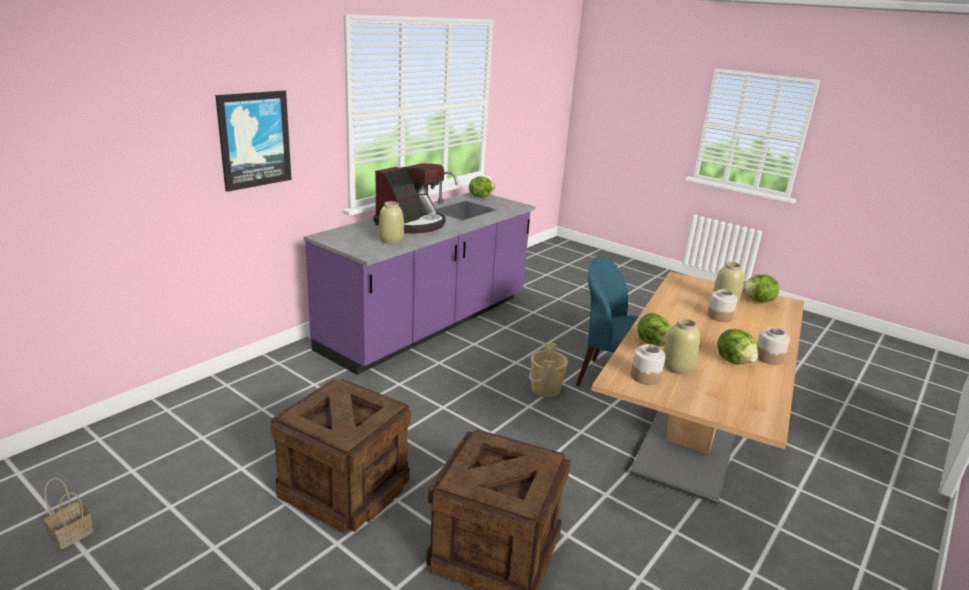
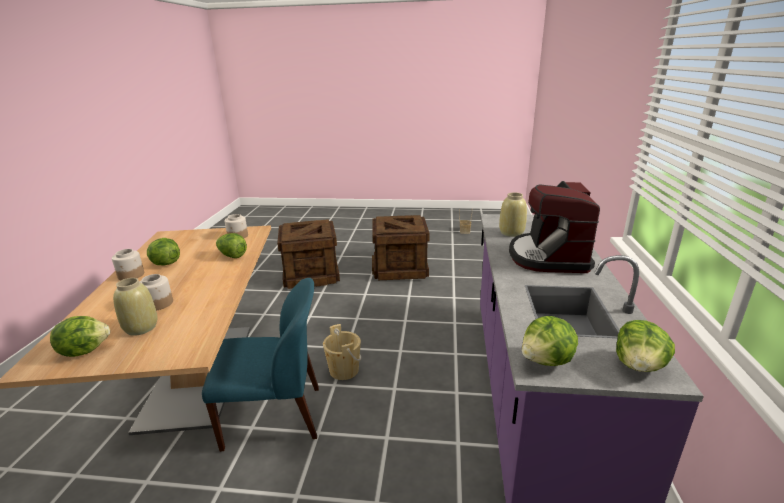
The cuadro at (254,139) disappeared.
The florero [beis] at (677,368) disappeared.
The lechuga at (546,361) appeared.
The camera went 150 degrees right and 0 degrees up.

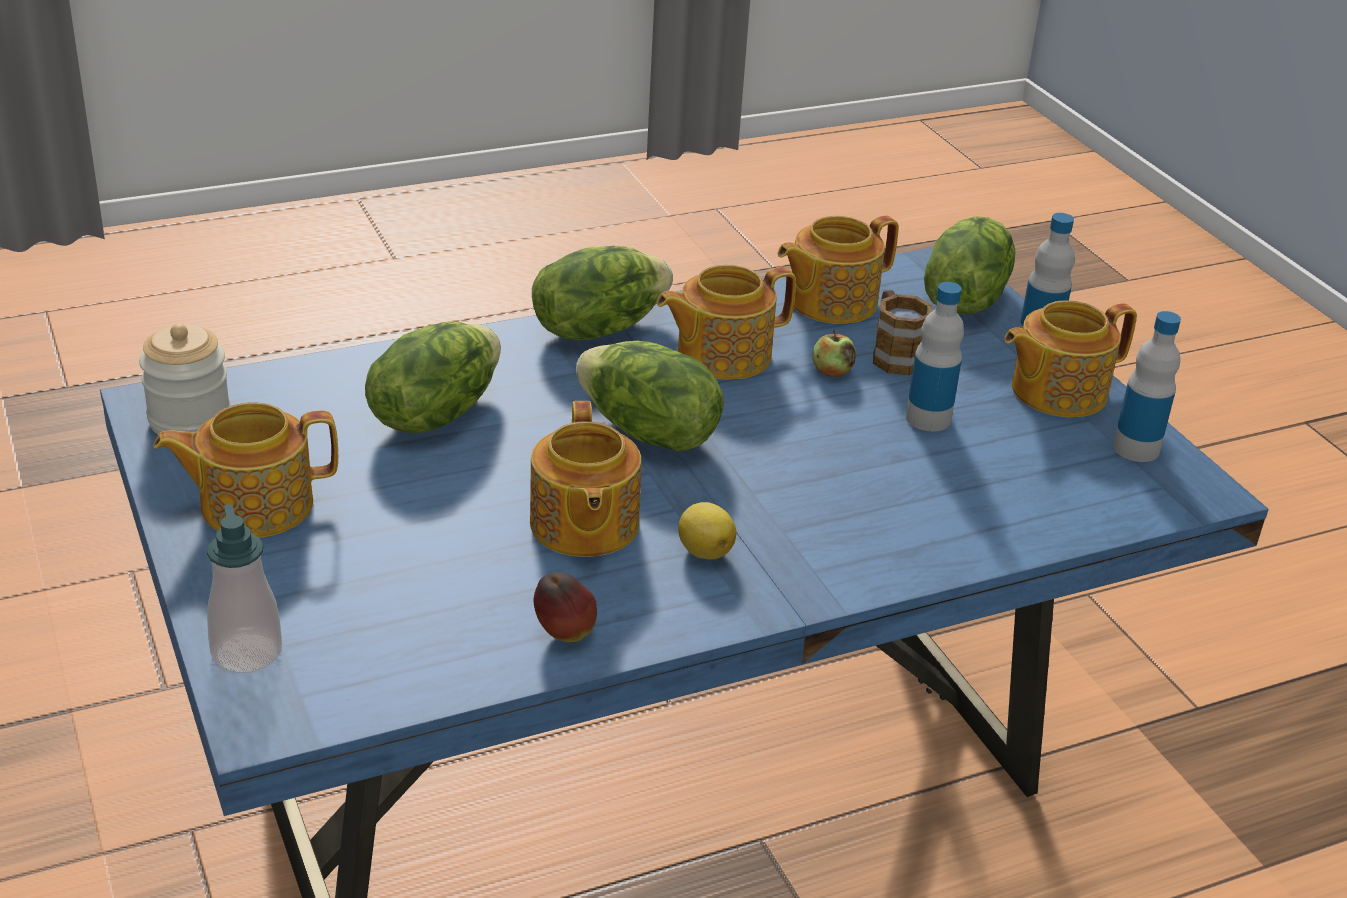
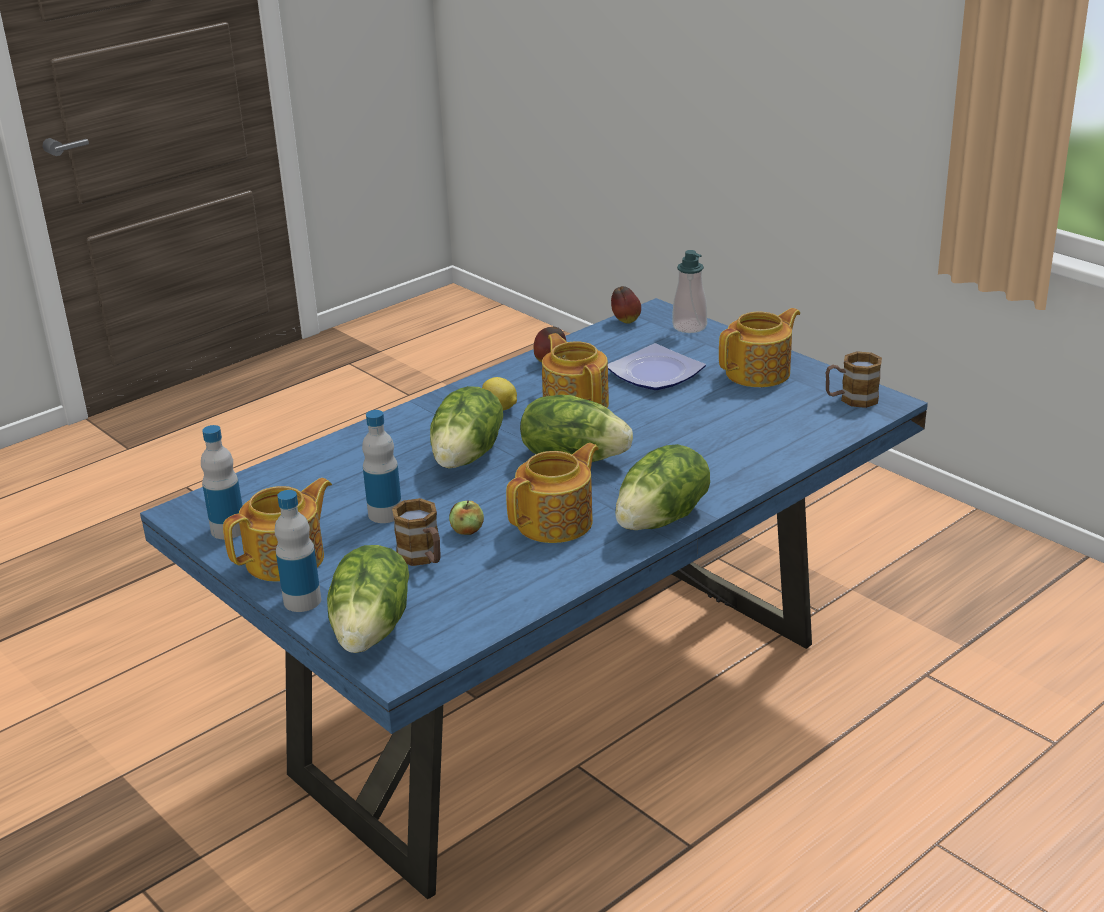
The tetera at (830,301) disappeared.
The lechuga moved from (434,413) to (468,456).
The tarro at (190,420) was replaced by the taza grande at (851,399).
The manzana at (625,321) appeared.
The plato at (655,373) appeared.
The camera went 165 degrees right and 5 degrees down.

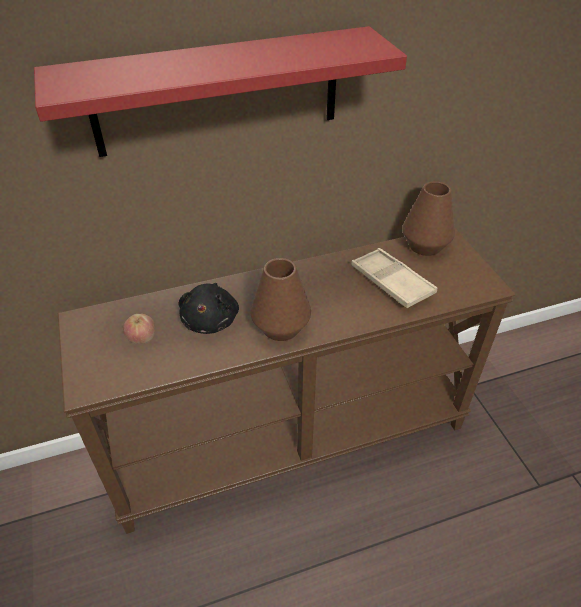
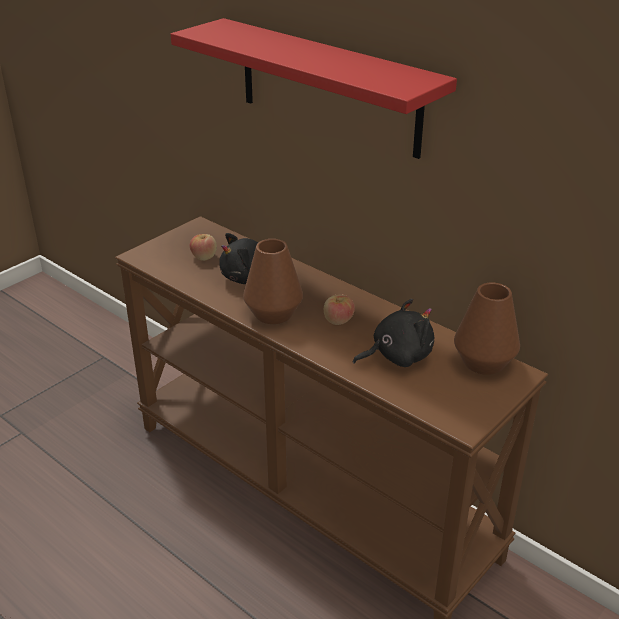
The bandeja [beis] at (391,282) was replaced by the peluche [negro] at (397,356).
The manzana at (338,321) appeared.
The camera went 60 degrees right and 10 degrees down.

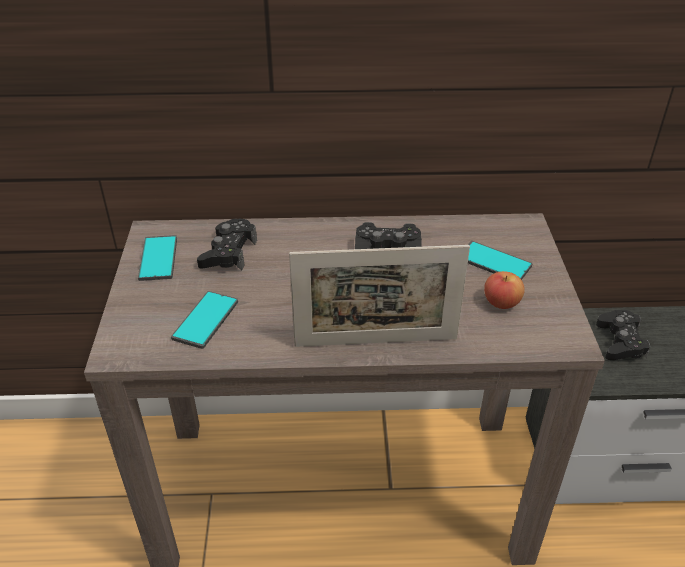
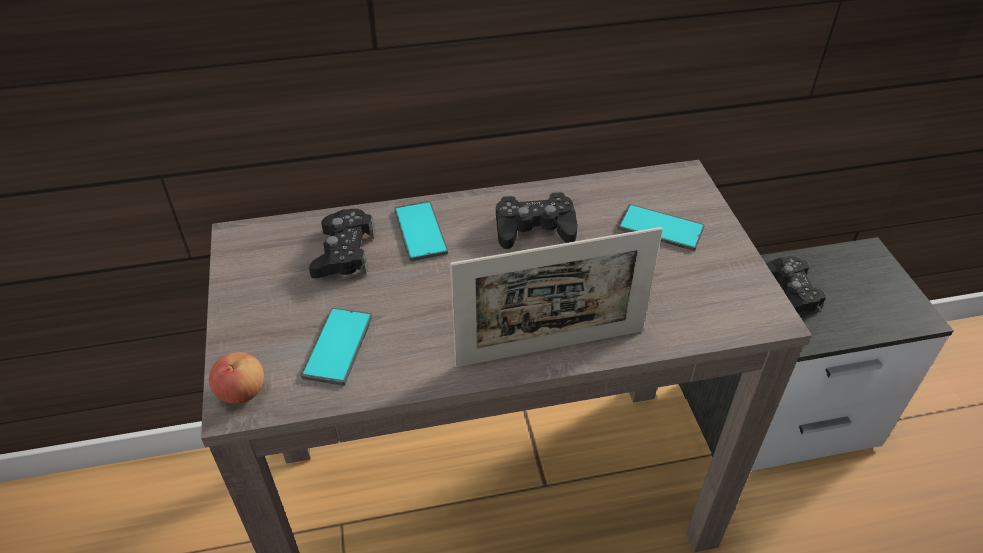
The móvil moved from (158,258) to (420,231).
The manzana moved from (501,302) to (241,392).
The camera went 10 degrees left and 5 degrees up.

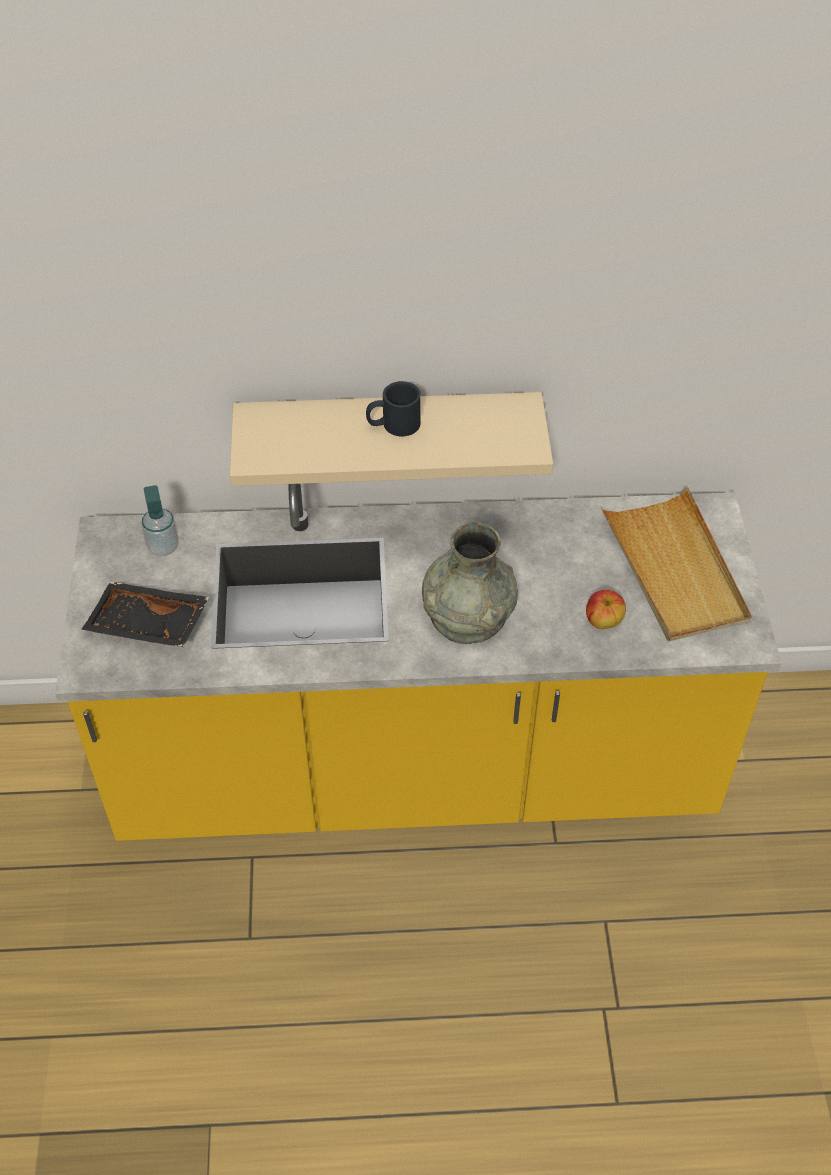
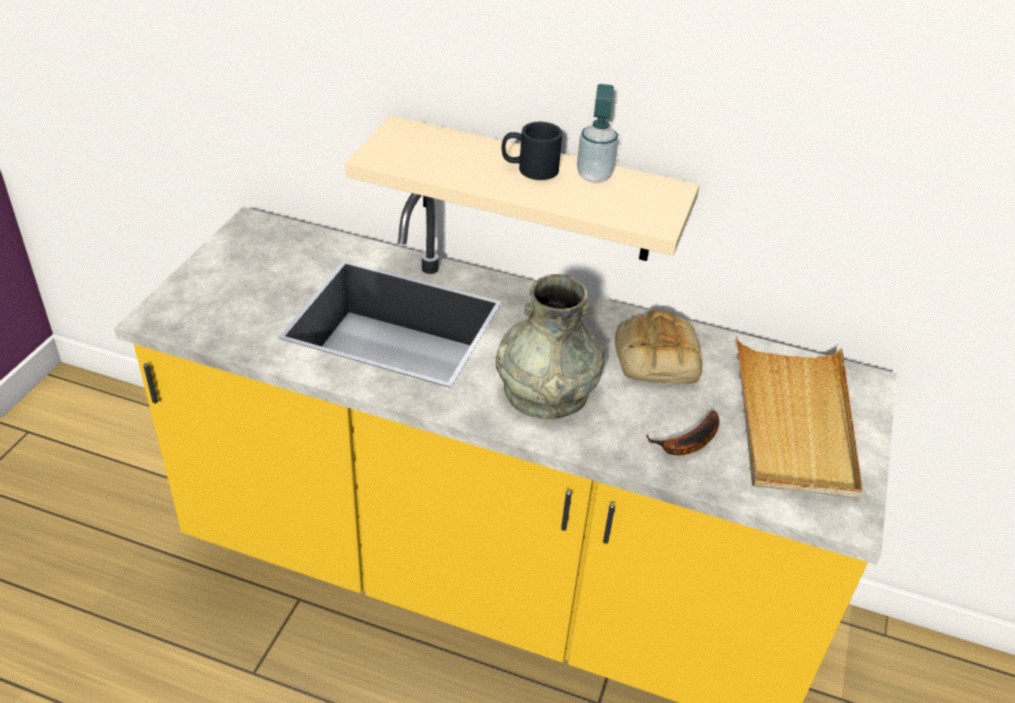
The dispensador de jabón moved from (163,547) to (594,175).
The bandeja [negro] at (147,626) disappeared.
The manzana at (603,621) was replaced by the plátano at (688,443).
The pan at (655,355) appeared.
The camera went 20 degrees right and 10 degrees down.

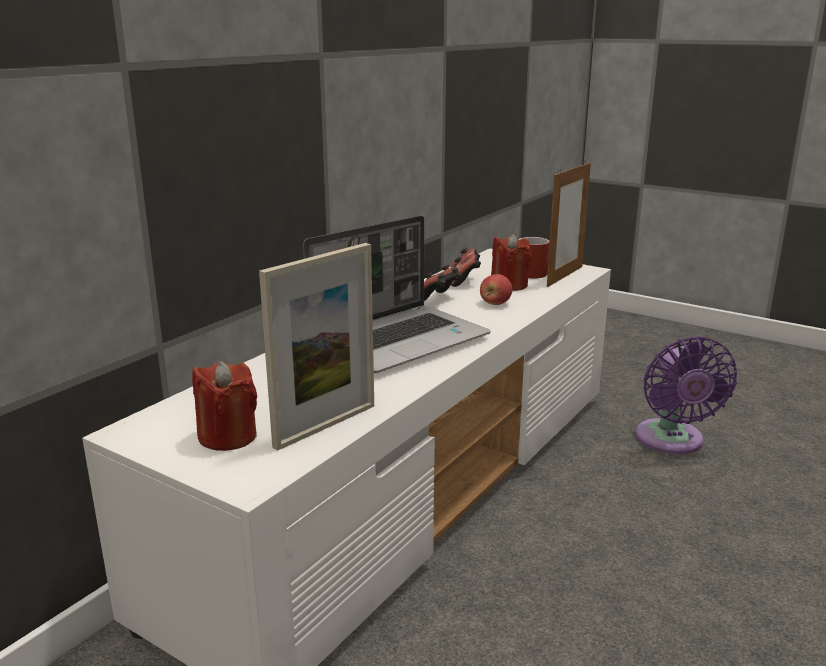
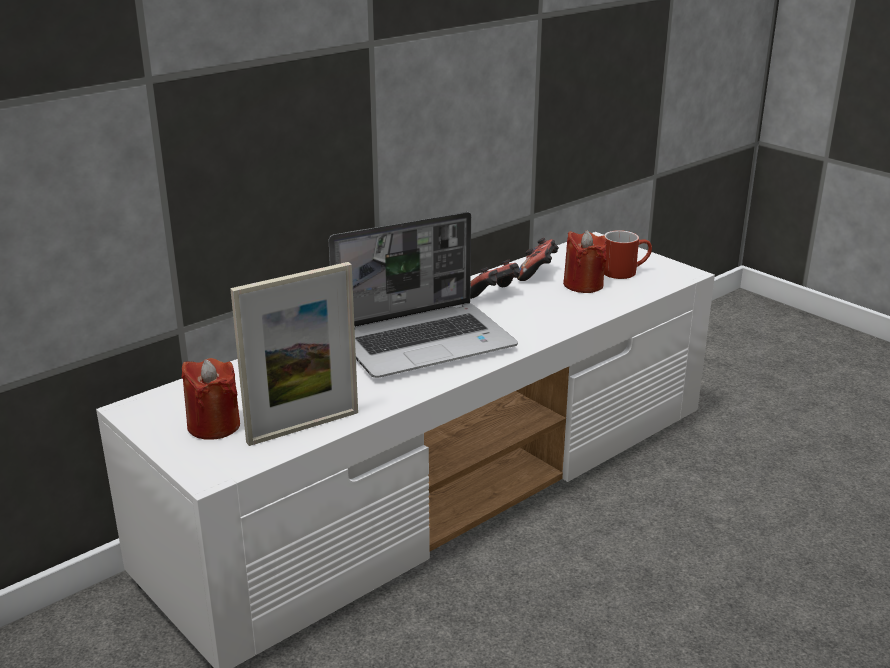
The portarretratos at (564,276) disappeared.
The manzana at (495,303) disappeared.
The ventilador [morado] at (671,442) disappeared.
The camera went 15 degrees right and 5 degrees up.

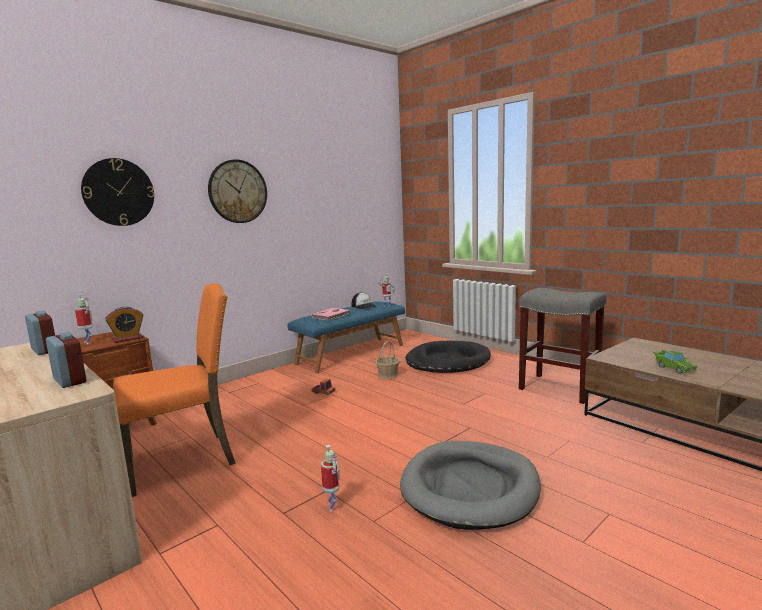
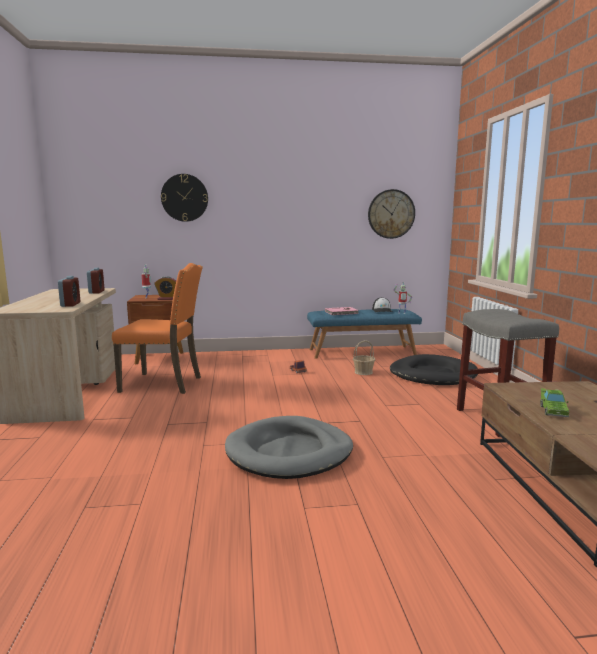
The reloj de pared moved from (237,191) to (391,214).
The robot de juguete at (332,507) disappeared.
The camera went 35 degrees right and 0 degrees up.

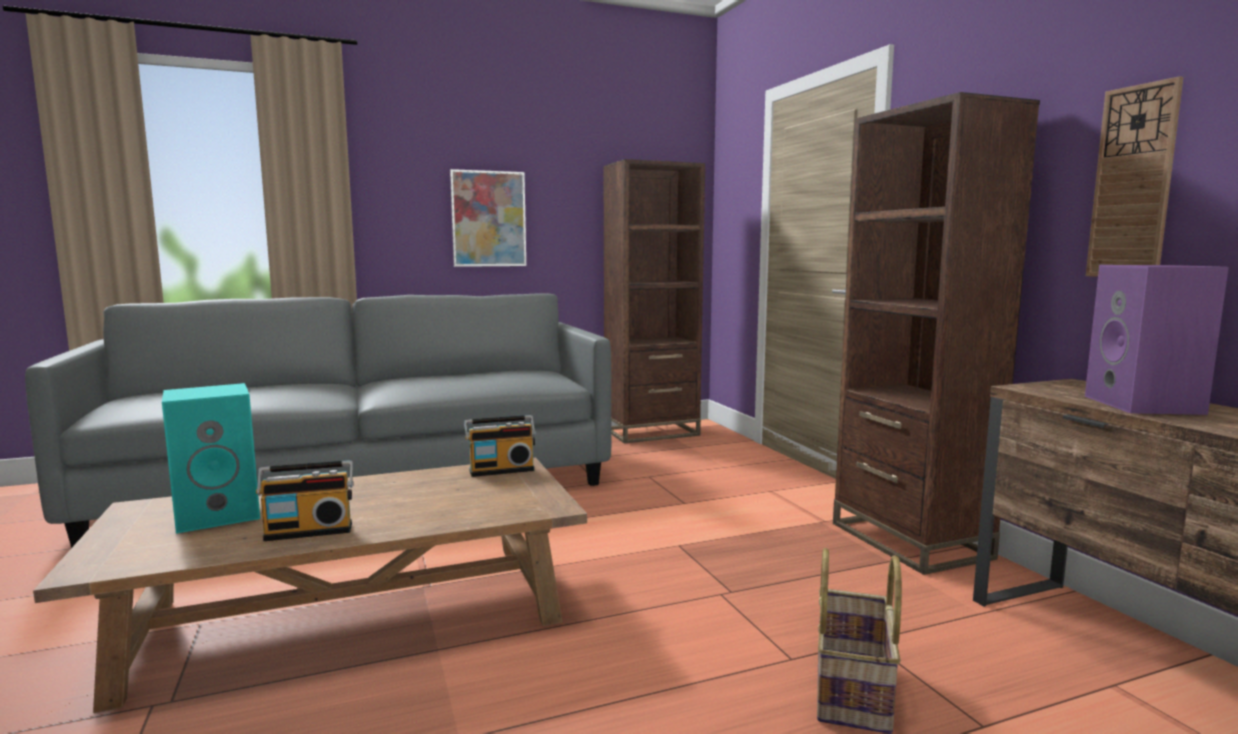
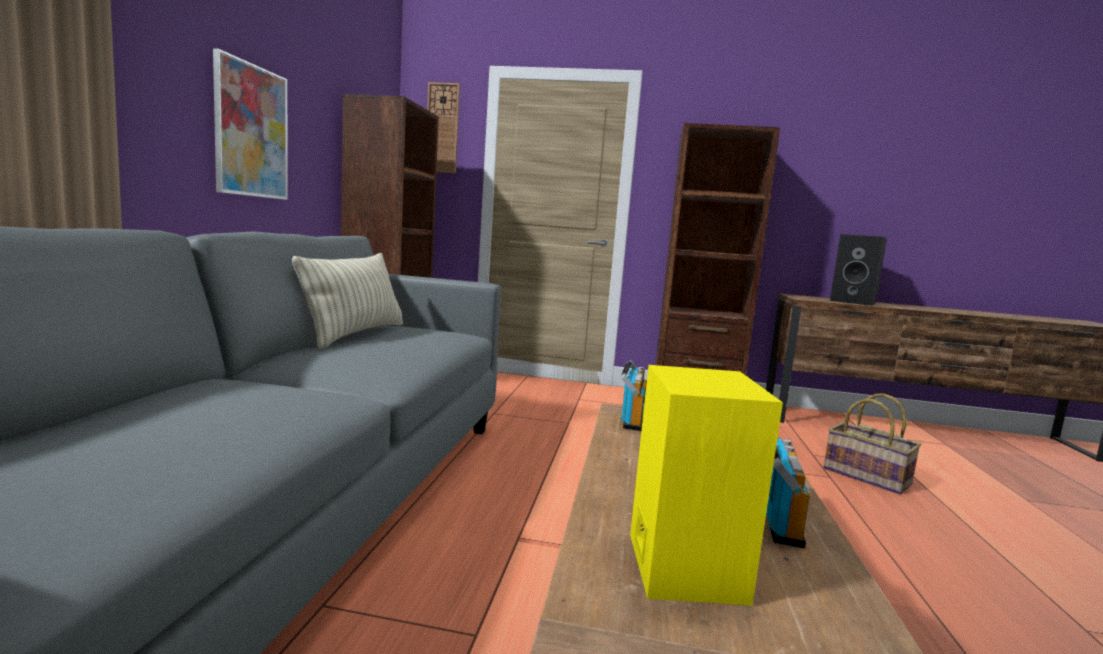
The reloj de pared moved from (1133,183) to (442,128).
The altavoz [morado] at (1146,405) became the altavoz [negro] at (854,302).
The altavoz [turquesa] at (220,514) became the altavoz [amarillo] at (681,564).
The cojín at (355,334) appeared.
The camera went 60 degrees left and 0 degrees up.

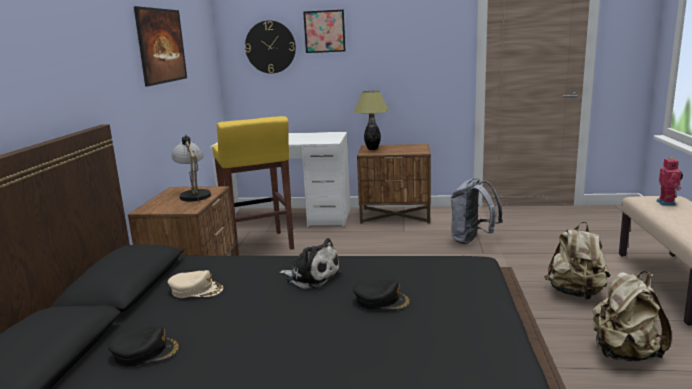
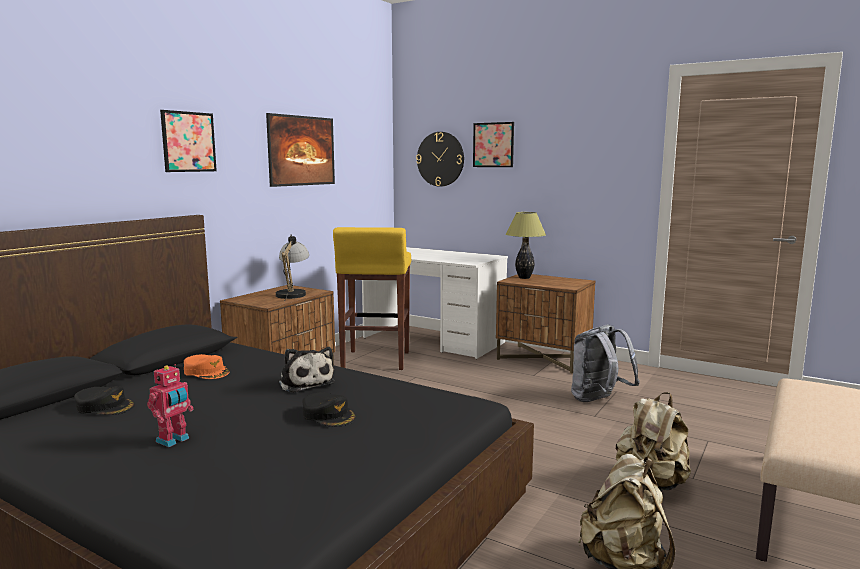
The robot de juguete moved from (667,203) to (174,440).
The gorra [beis] at (196,290) became the gorra [naranja] at (206,372).
The cuadro at (188,142) appeared.
The camera went 25 degrees right and 5 degrees down.

